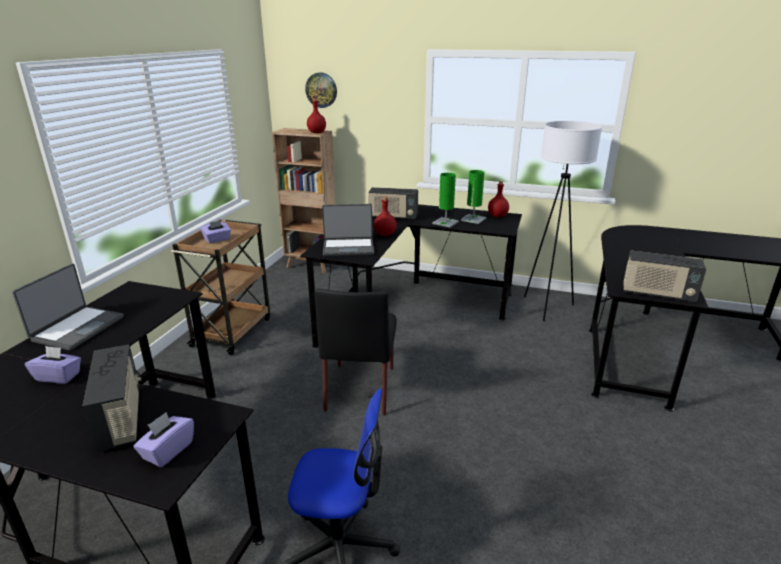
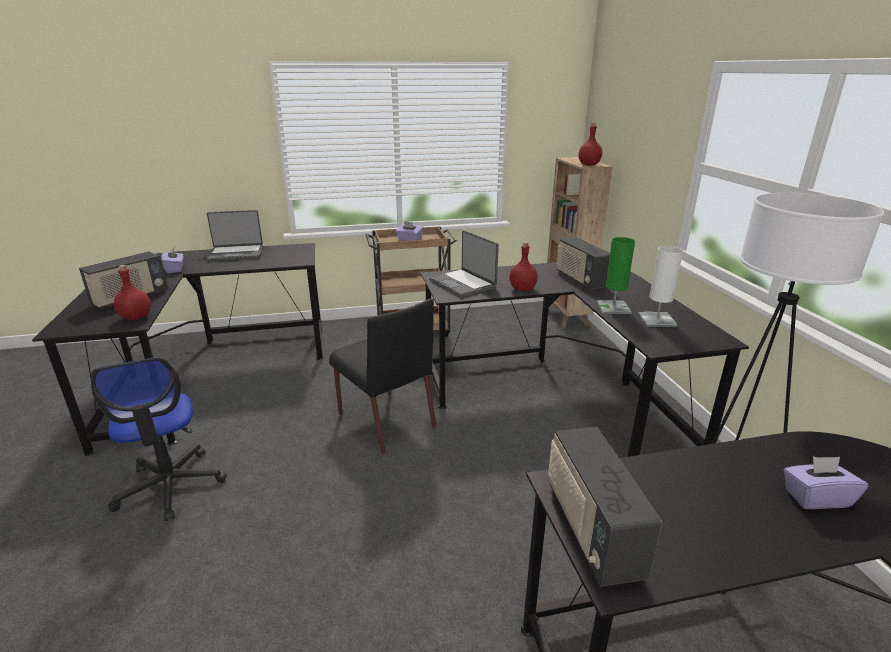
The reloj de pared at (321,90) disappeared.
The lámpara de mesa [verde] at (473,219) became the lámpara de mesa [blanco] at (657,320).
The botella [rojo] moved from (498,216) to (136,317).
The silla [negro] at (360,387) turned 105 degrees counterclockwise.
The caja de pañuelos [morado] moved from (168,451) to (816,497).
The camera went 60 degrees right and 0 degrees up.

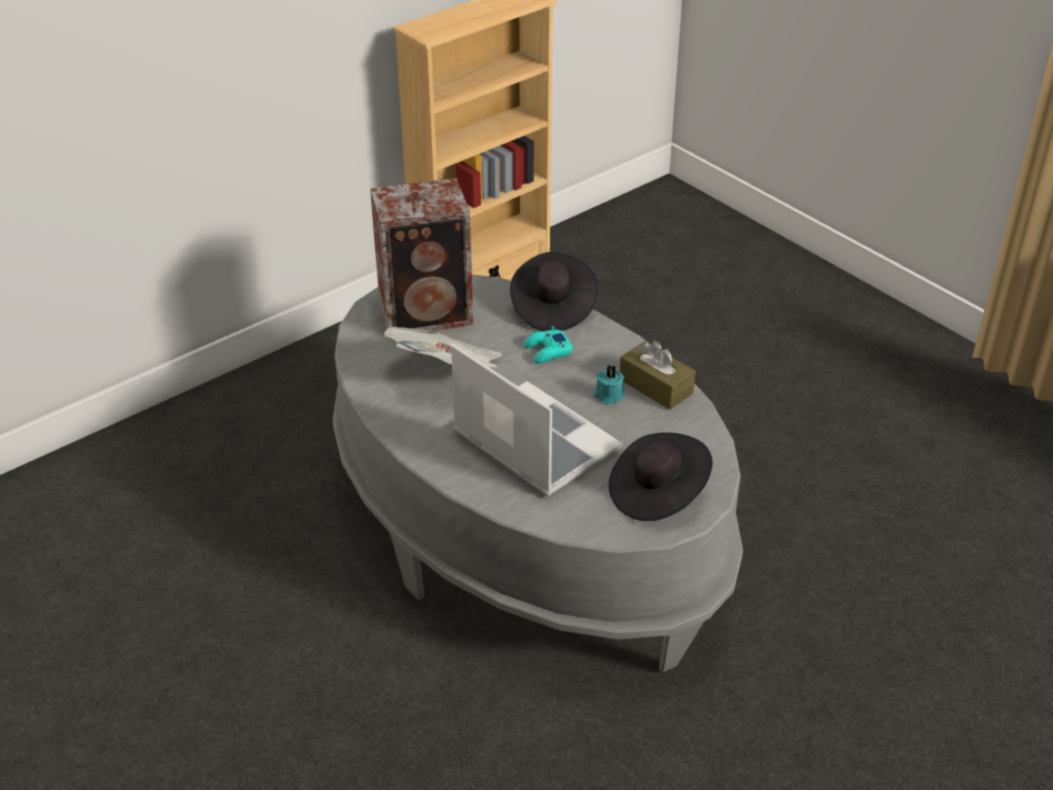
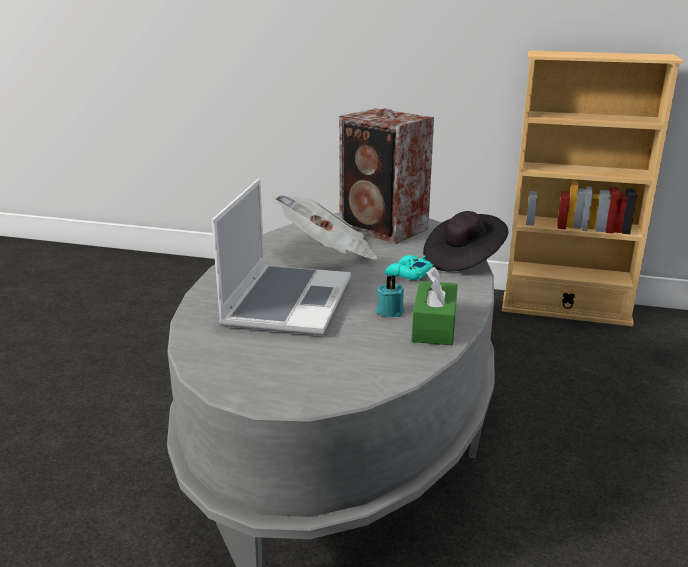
The caja de pañuelos [marrón] at (656,386) became the caja de pañuelos [verde] at (434,326).
The sombrero [negro] at (657,494) disappeared.
The camera went 55 degrees right and 15 degrees down.

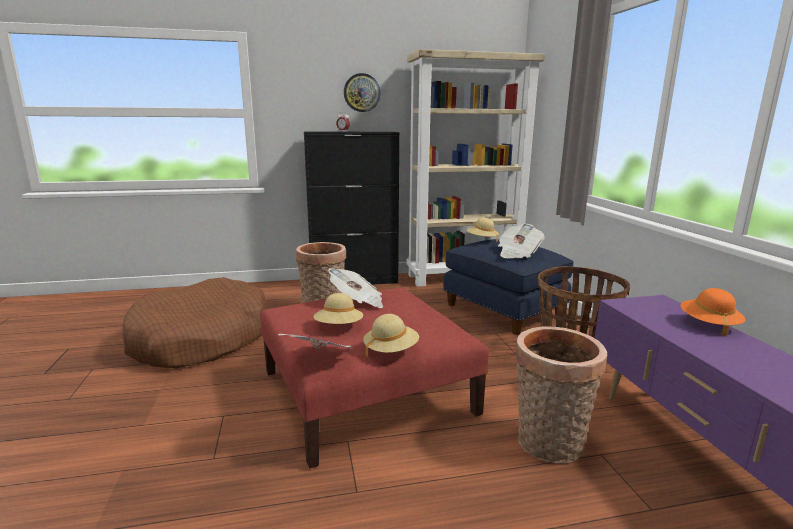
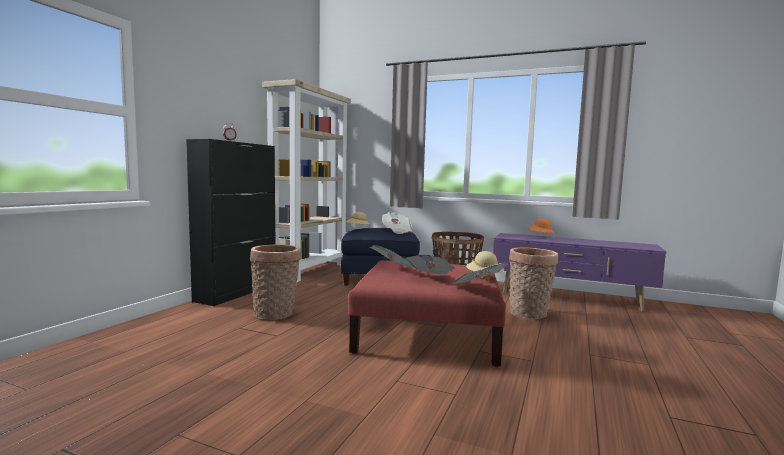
The reloj de pared at (361,92) disappeared.
The cama para perro [marrón] at (201,339) disappeared.
The sombrero [beis] at (339,327) was replaced by the periódico at (430,278).
The camera went 55 degrees left and 10 degrees down.

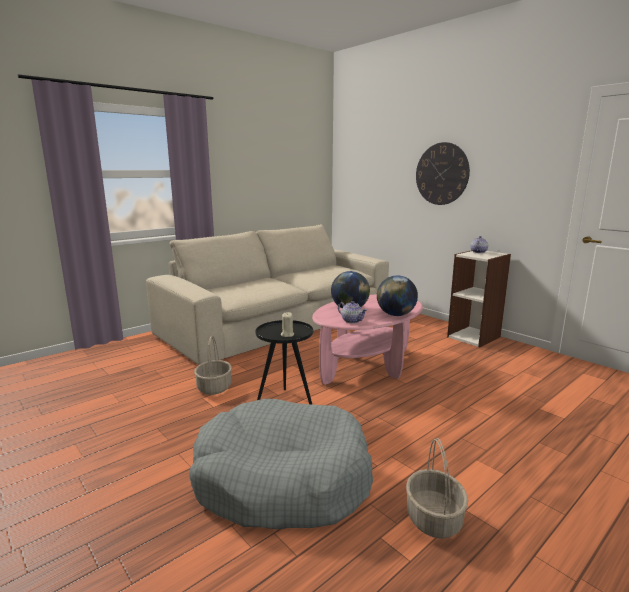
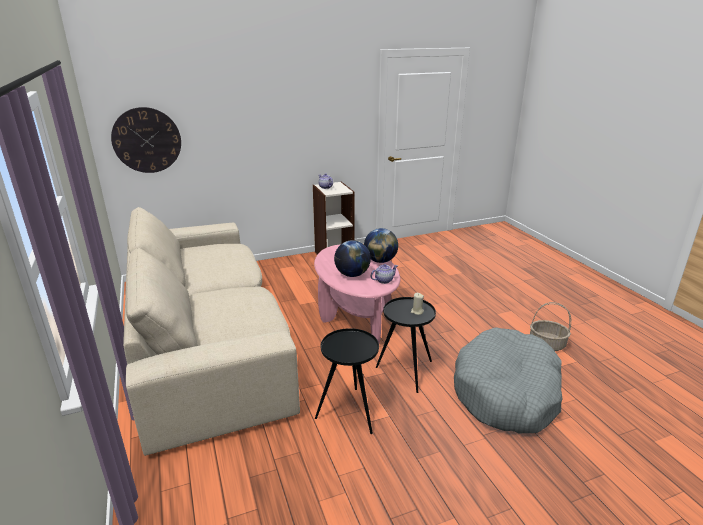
The reloj de pared moved from (442,174) to (147,140).
The cesta at (214,388) was replaced by the mesa auxiliar [negro] at (350,411).
The camera went 70 degrees left and 10 degrees up.

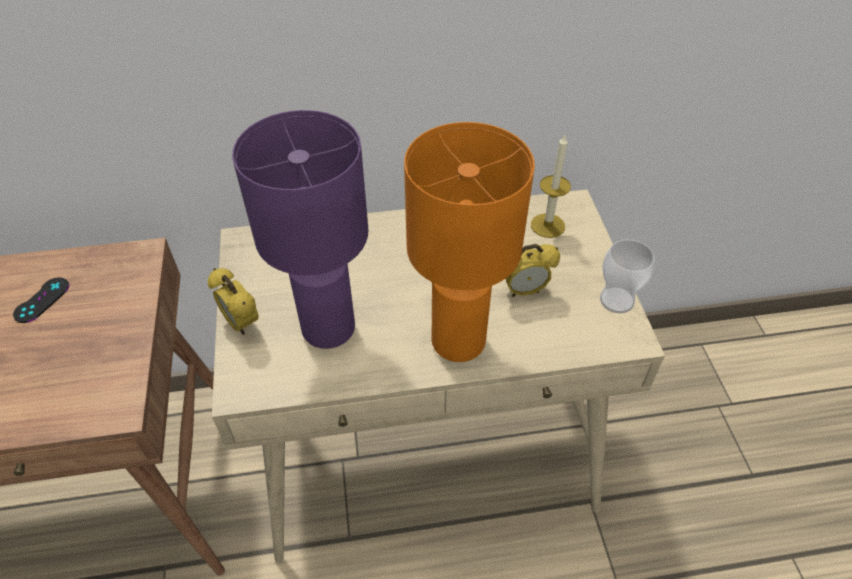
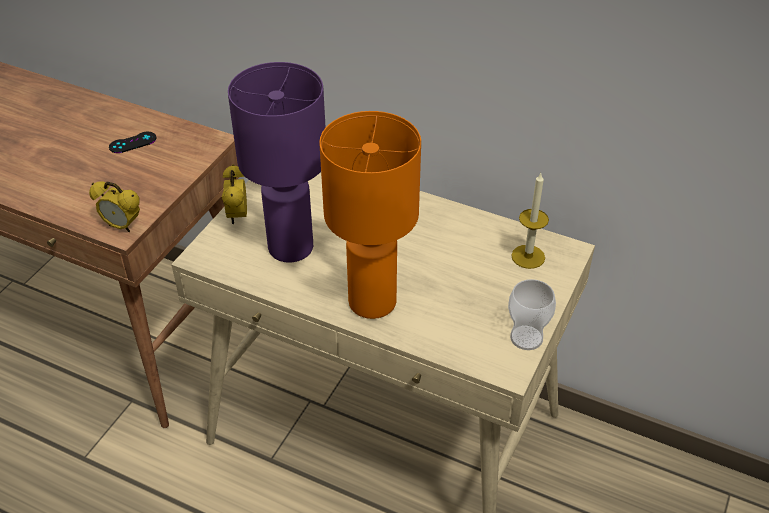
The despertador moved from (523,291) to (122,226).
The camera went 35 degrees right and 5 degrees down.

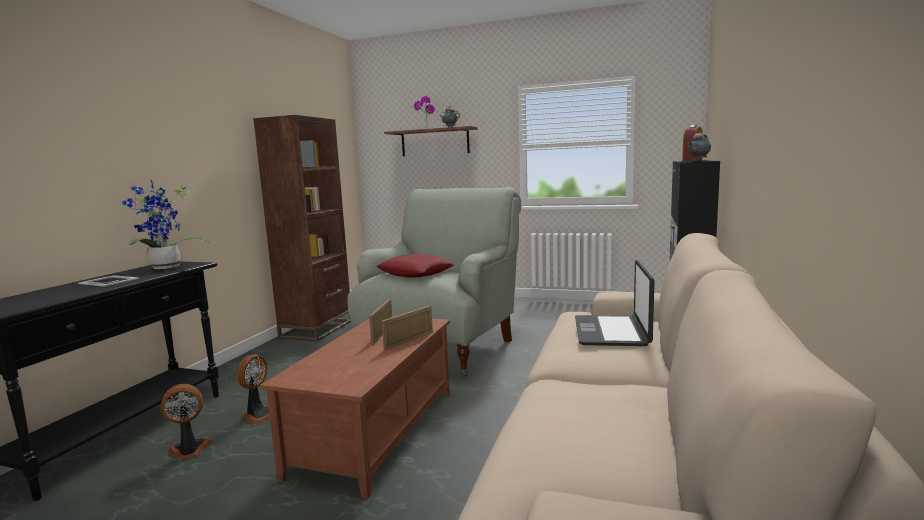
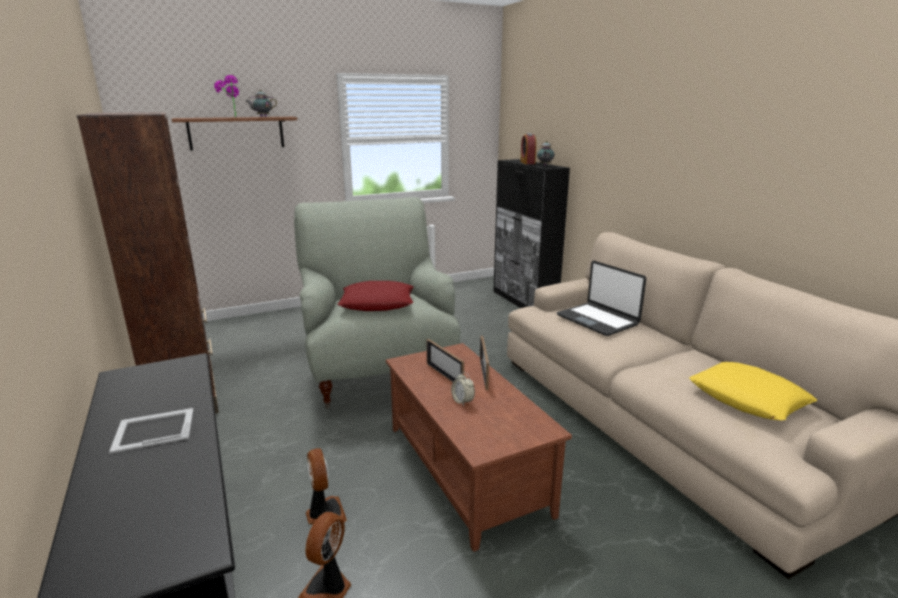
The planta en maceta at (165,268) disappeared.
The cojín [amarillo] at (748,398) appeared.
The despertador at (462,401) appeared.
The camera went 45 degrees left and 10 degrees up.

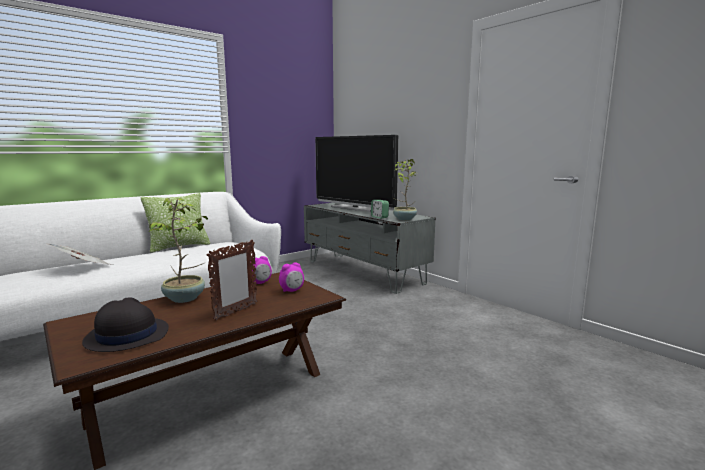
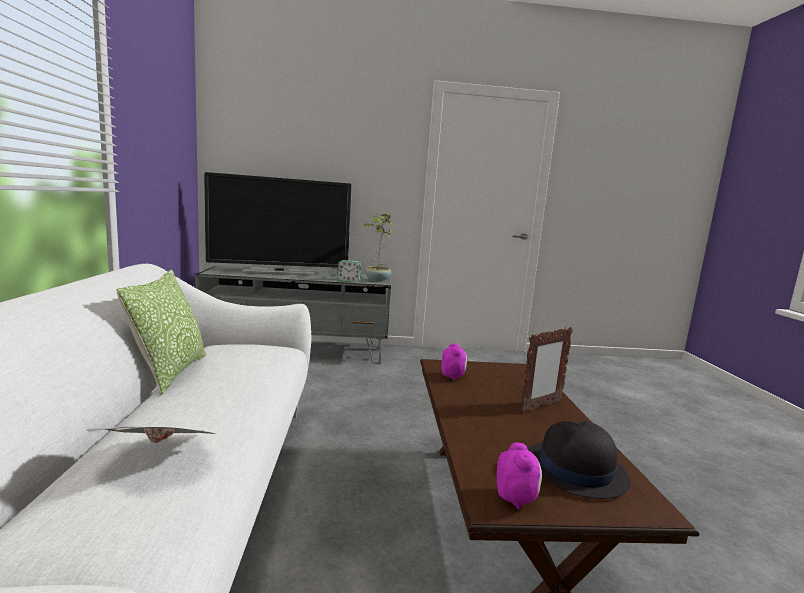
The planta en maceta at (185,298) disappeared.
The portarretratos at (235,312) turned 75 degrees clockwise.
The despertador moved from (292,290) to (515,499).
The camera went 55 degrees left and 0 degrees up.

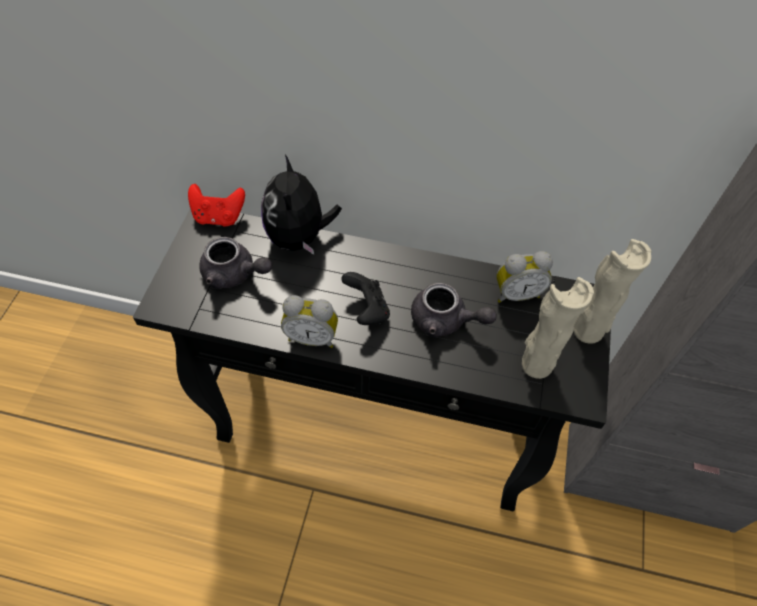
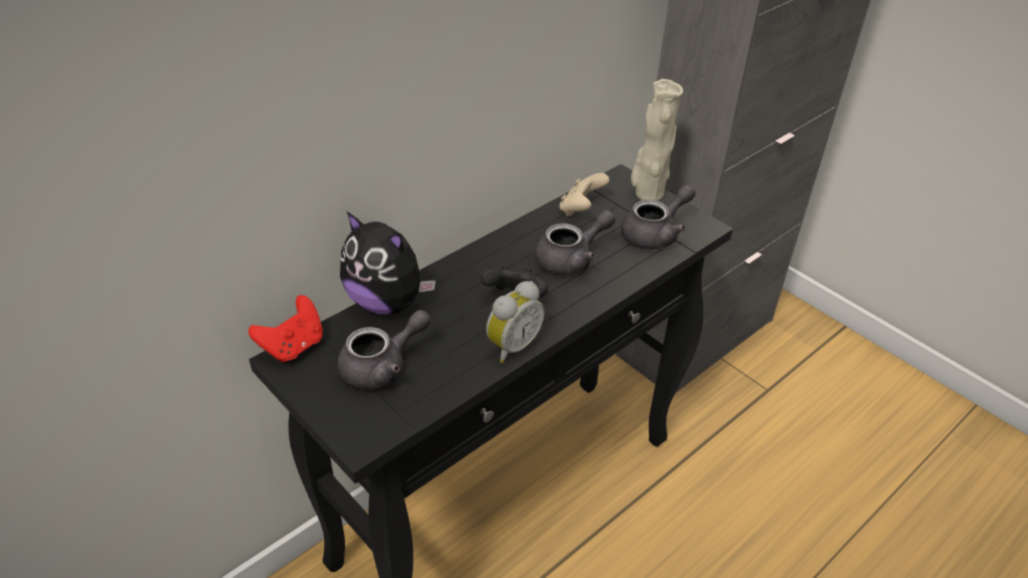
The despertador at (516,293) was replaced by the mando de consola [beis] at (581,209).
The florero [beis] at (535,364) was replaced by the tetera [gris] at (655,234).
The camera went 55 degrees left and 15 degrees down.

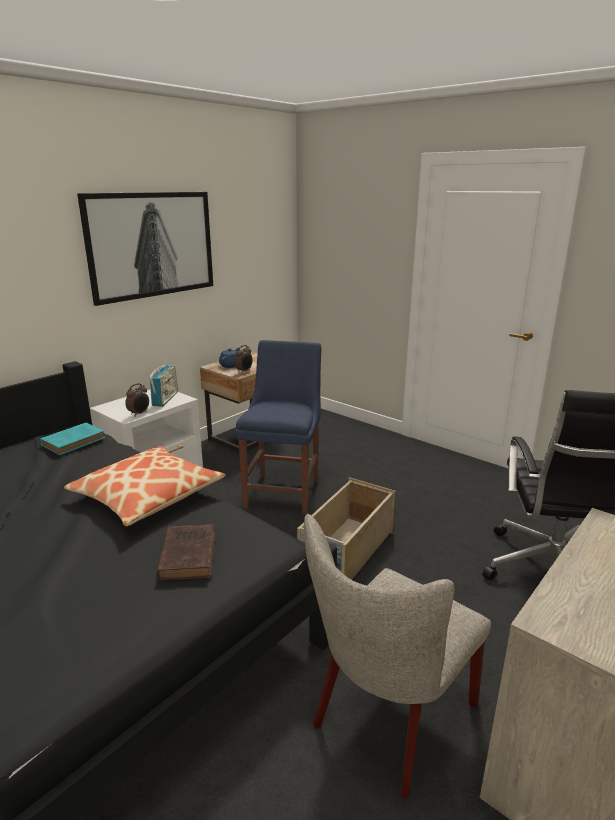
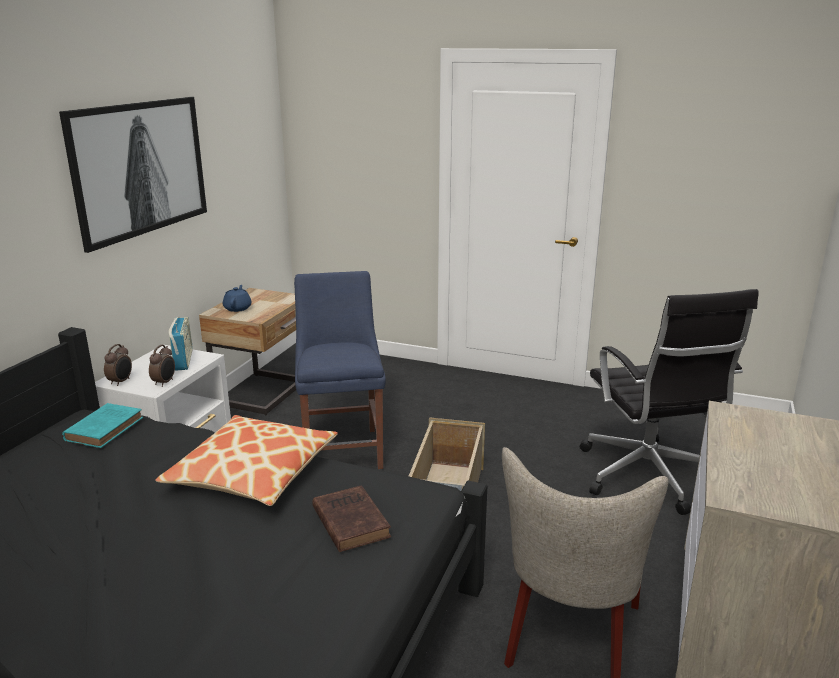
The despertador moved from (244,371) to (121,382).
The camera went 20 degrees left and 0 degrees up.

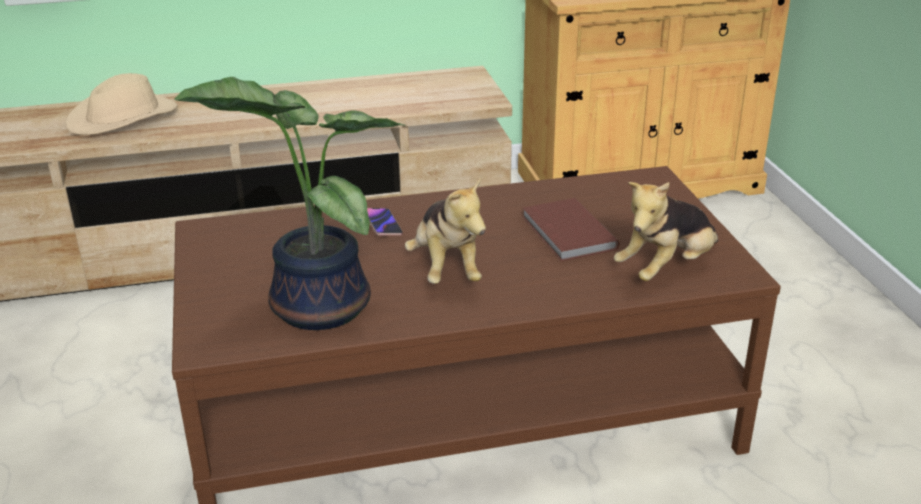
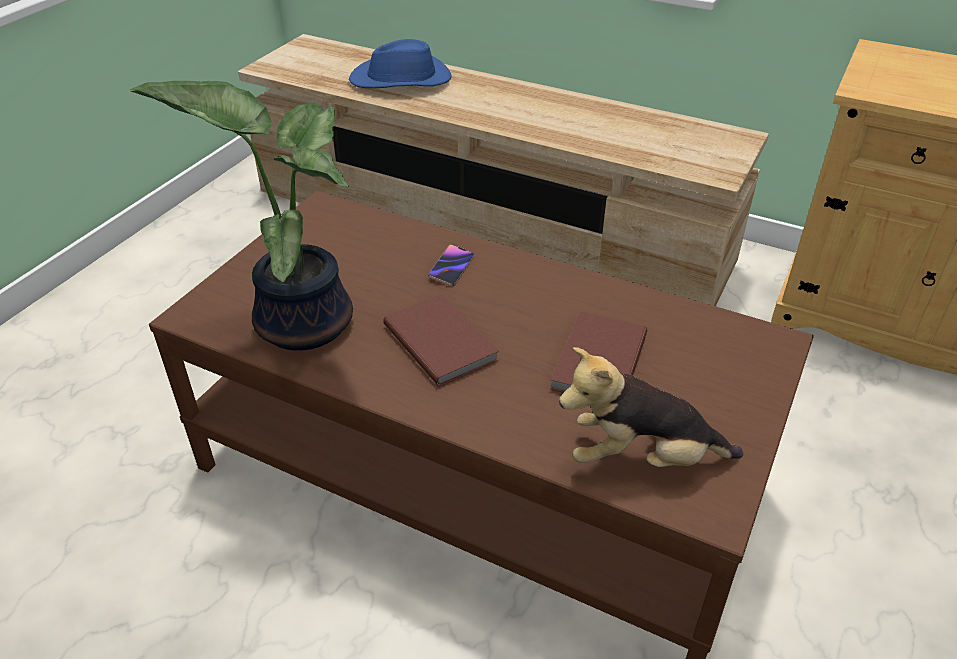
The sombrero [beis] at (123,118) became the sombrero [azul] at (401,80).
The peluche at (446,269) was replaced by the libro [marrón] at (441,341).
The camera went 40 degrees right and 10 degrees up.

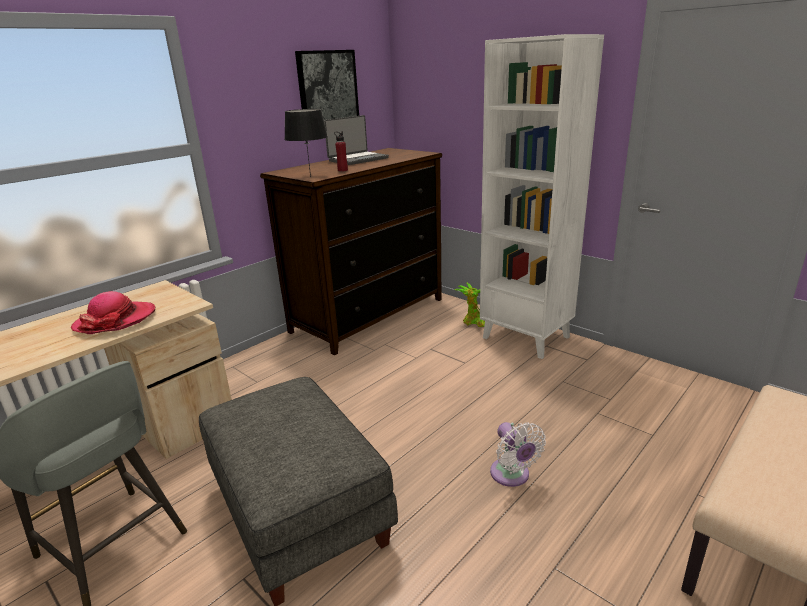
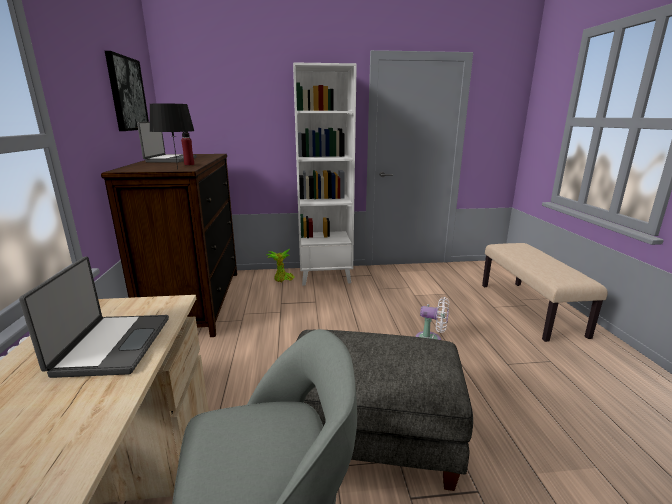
The sombrero at (115,320) was replaced by the portátil at (111,345).
The camera went 50 degrees left and 5 degrees down.

